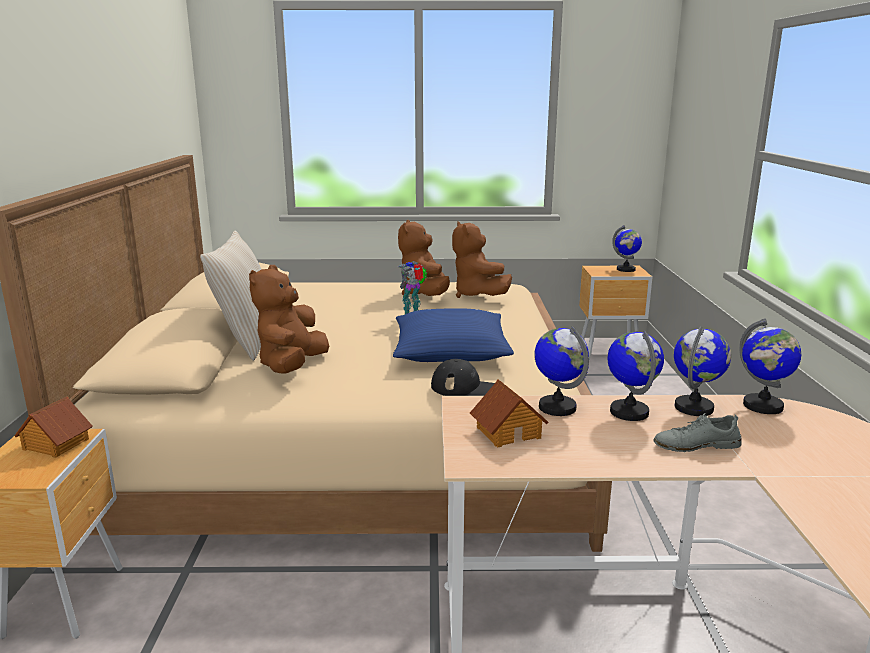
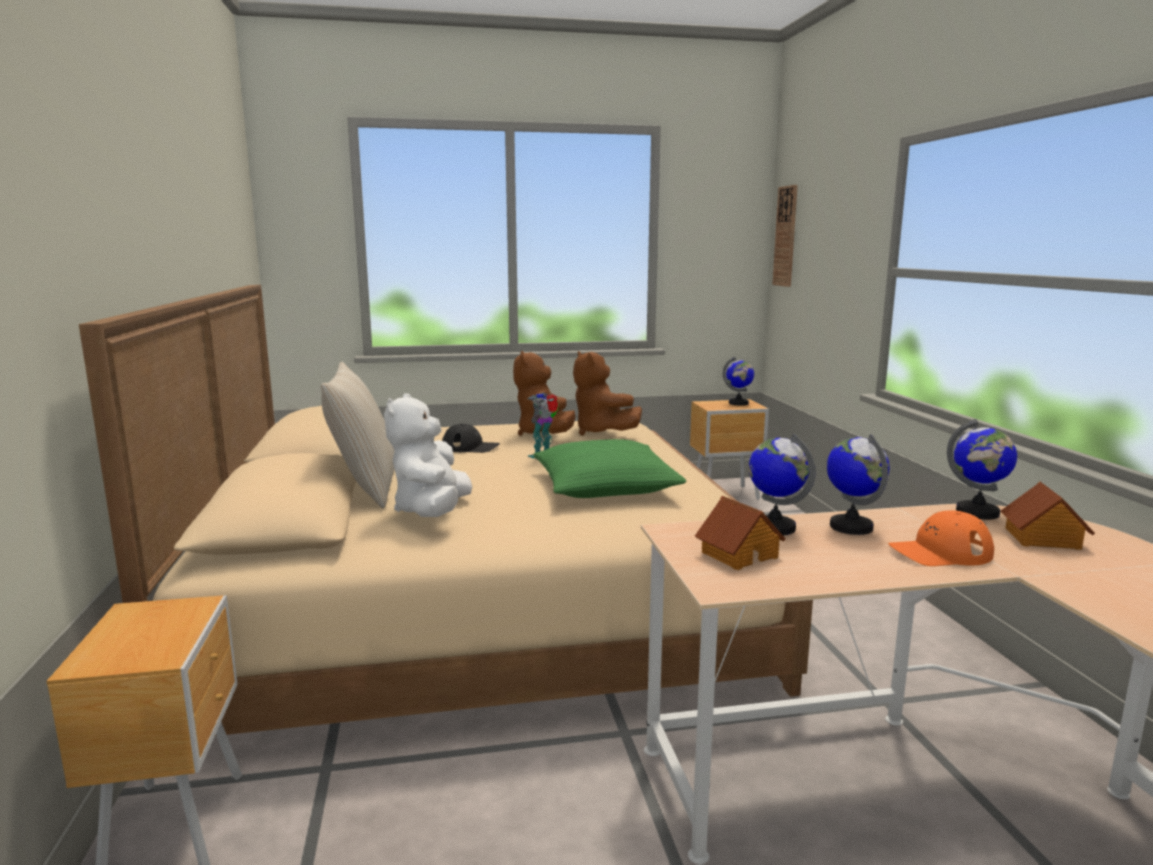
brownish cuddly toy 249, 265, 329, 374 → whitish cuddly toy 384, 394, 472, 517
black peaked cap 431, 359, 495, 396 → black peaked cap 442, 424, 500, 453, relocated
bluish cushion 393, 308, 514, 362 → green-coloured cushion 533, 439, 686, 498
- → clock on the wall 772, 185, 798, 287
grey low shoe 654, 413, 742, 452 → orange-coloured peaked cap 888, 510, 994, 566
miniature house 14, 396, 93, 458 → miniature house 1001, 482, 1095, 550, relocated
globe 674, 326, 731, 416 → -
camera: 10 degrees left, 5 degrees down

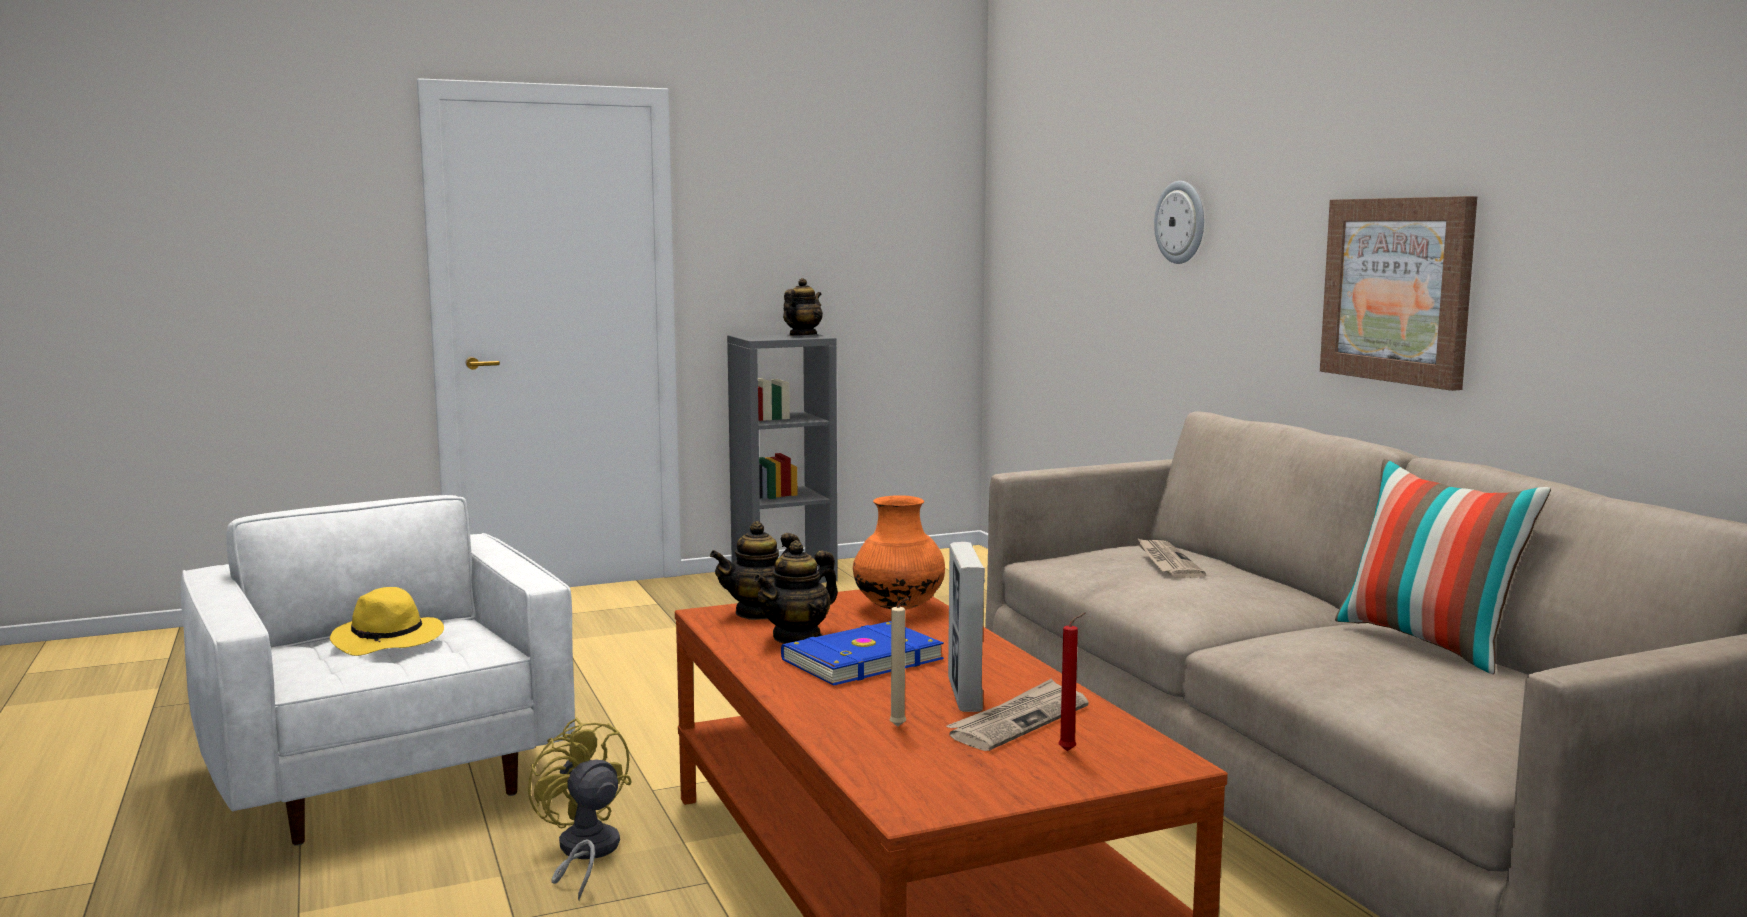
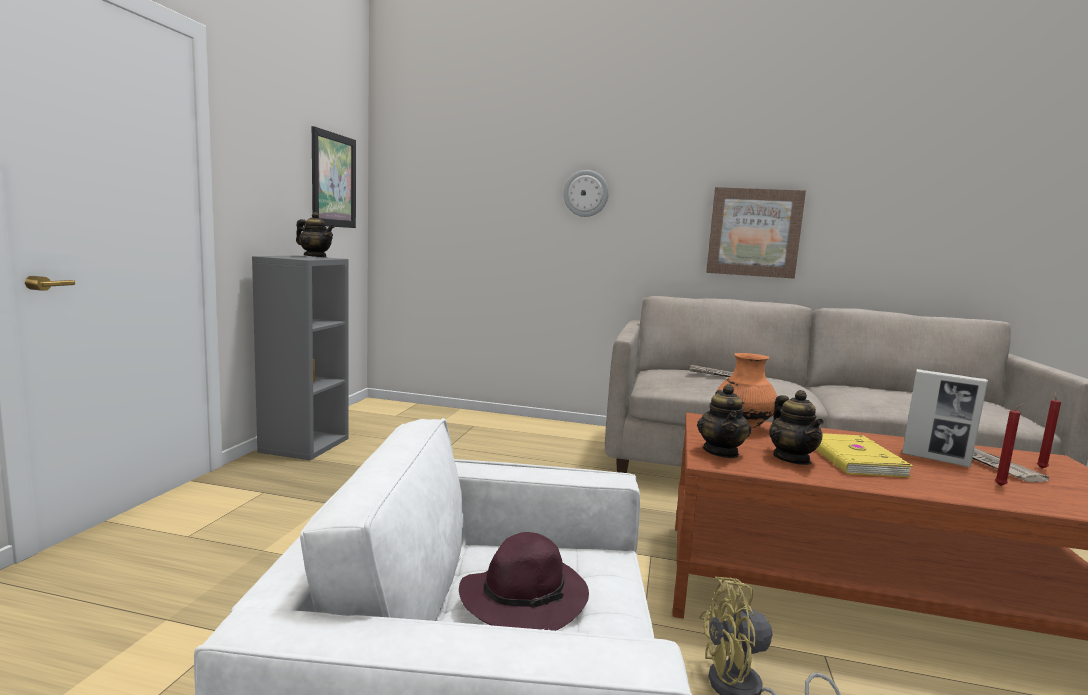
tea pot 783, 278, 823, 336 → tea pot 296, 212, 335, 258, 135 degrees clockwise
- → picture 312, 126, 356, 228
yellowish clothing hat 330, 587, 444, 656 → purple clothing hat 459, 532, 589, 631
bluish volume 781, 621, 944, 686 → yellowish volume 815, 433, 913, 478
beige-coloured candle 890, 598, 909, 727 → red candle 995, 403, 1025, 486
cushion 1335, 459, 1551, 674 → -
camera: 55 degrees left, 0 degrees up

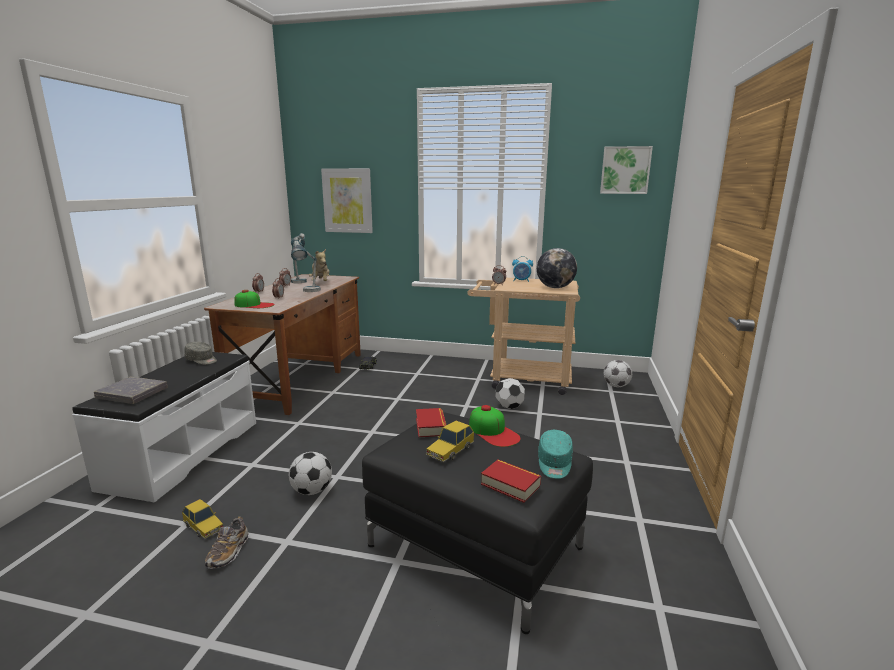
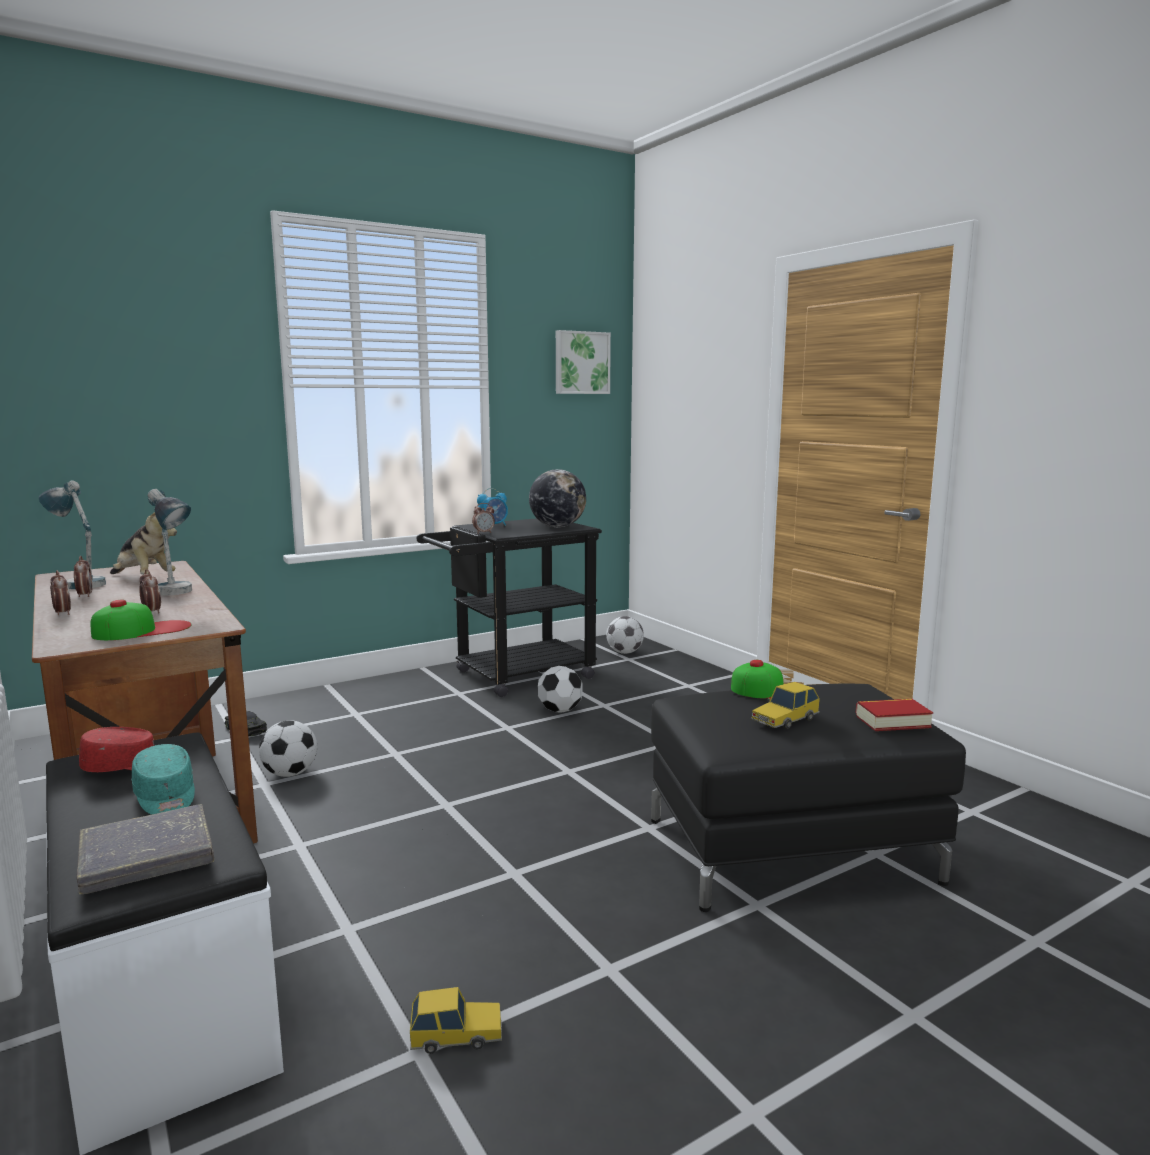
grey peaked cap 184, 342, 217, 365 → red peaked cap 79, 727, 154, 772
blue-green peaked cap 538, 430, 573, 479 → blue-green peaked cap 132, 744, 195, 815, relocated
football ball 289, 452, 332, 495 → football ball 259, 720, 317, 777, relocated
beige-coloured cart 467, 278, 580, 395 → black cart 416, 518, 602, 697
model car 426, 421, 474, 462 → model car 751, 682, 820, 729, 60 degrees clockwise
low shoe 205, 517, 249, 569 → -
picture 321, 168, 373, 233 → -
volume 416, 408, 446, 437 → -
camera: 45 degrees left, 5 degrees down

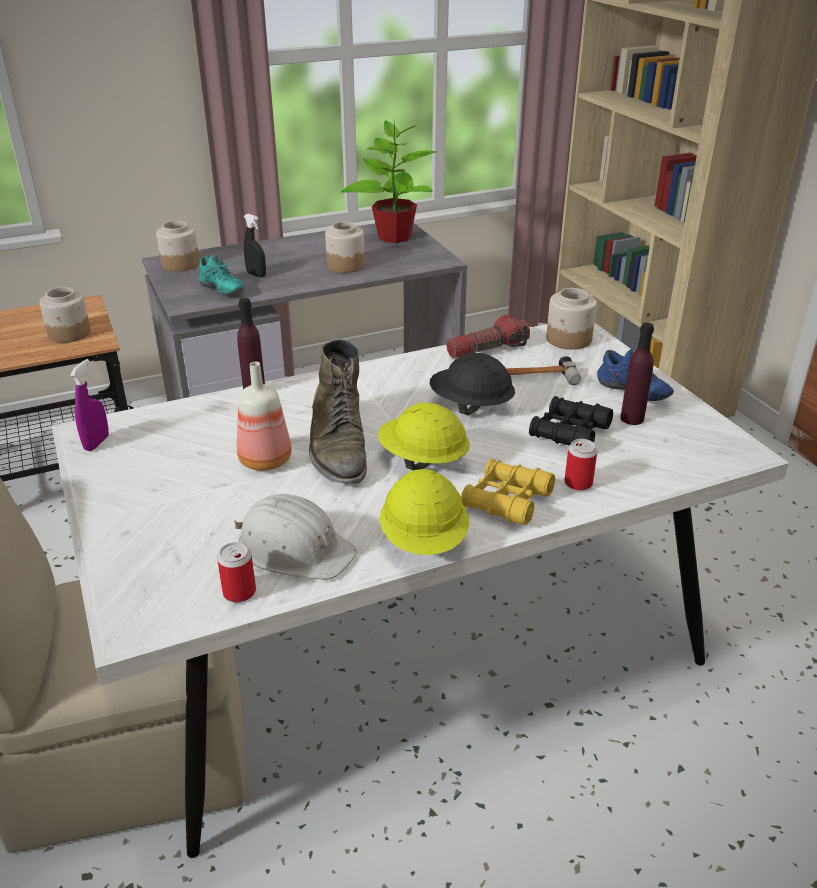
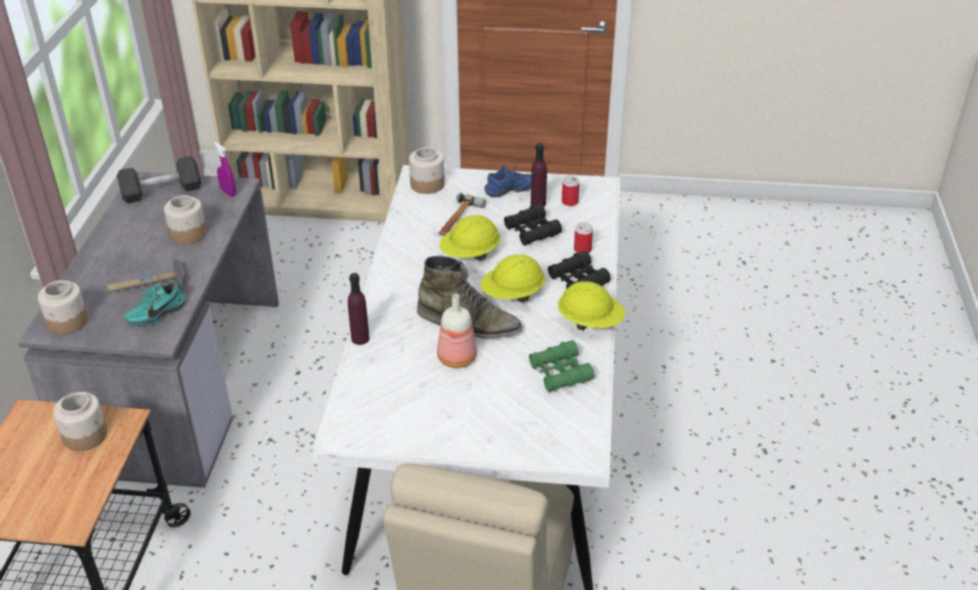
black spray bottle 244, 214, 266, 277 → hammer 107, 259, 185, 292
plant in a pot 341, 118, 437, 243 → grey hand weight 117, 156, 201, 204
blue-green low shoe 199, 255, 244, 295 → blue-green low shoe 124, 280, 185, 326, 150 degrees clockwise
purple spray bottle 70, 359, 109, 451 → purple spray bottle 214, 142, 236, 197, relocated
black work helmet 430, 352, 515, 415 → yellowish work helmet 440, 215, 501, 261
whitish work helmet 234, 494, 357, 580 → green-coloured field glasses 529, 340, 594, 392
yellowish field glasses 461, 459, 555, 525 → black field glasses 548, 251, 611, 289
sealed can 217, 542, 256, 602 → sealed can 562, 175, 580, 206, relocated
torch 446, 315, 530, 358 → -
camera: 60 degrees left, 5 degrees up

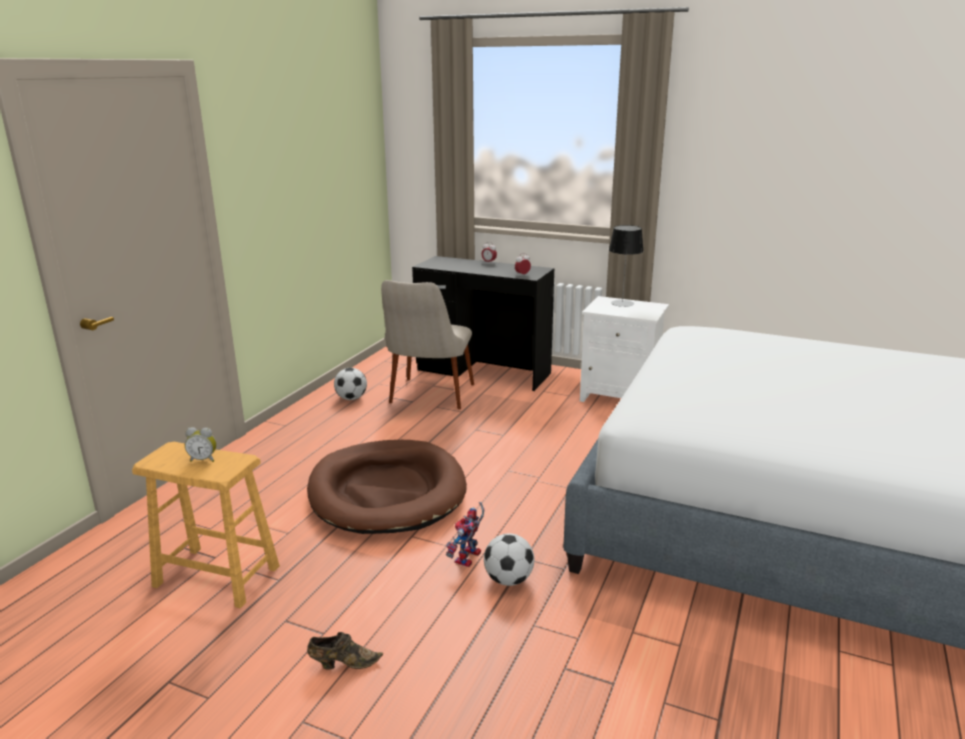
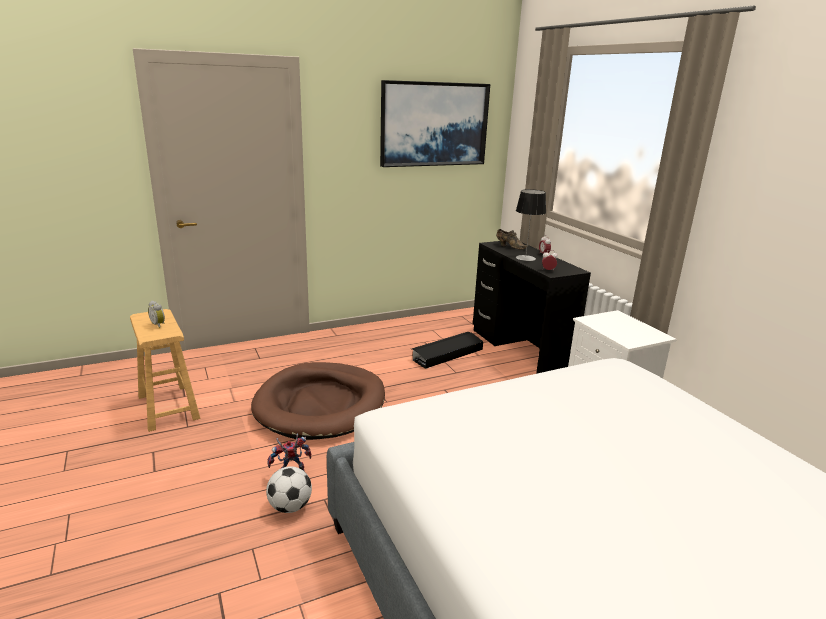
- → picture 380, 80, 490, 167
beige-coloured plain chair 381, 280, 474, 409 → black storage box 412, 332, 483, 369
brownish low shoe 307, 632, 383, 670 → brownish low shoe 496, 229, 528, 249, relocated
lamp for a table 609, 225, 643, 307 → lamp for a table 516, 189, 546, 261, relocated
football ball 334, 368, 367, 400 → -
camera: 40 degrees right, 0 degrees up

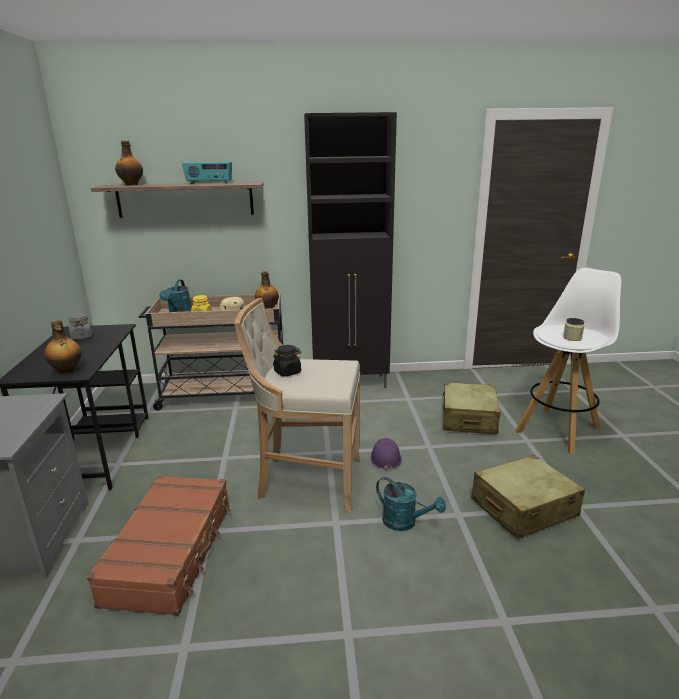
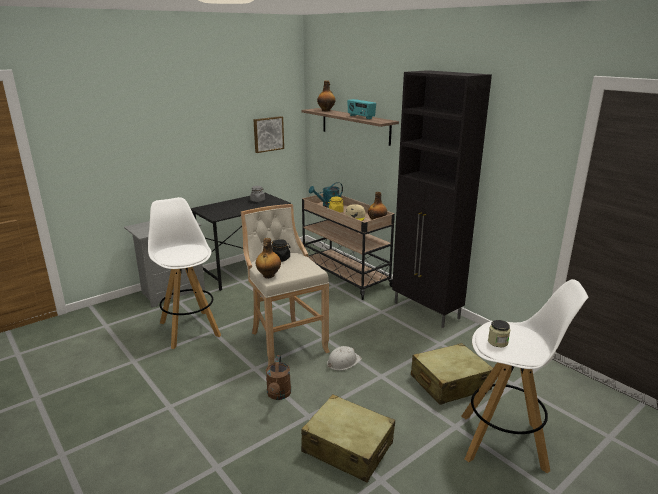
brownish piece of luggage 87, 475, 231, 616 → whitish sitting stool 148, 197, 221, 349
- → picture 253, 116, 284, 153
bottle 44, 320, 82, 374 → bottle 256, 238, 281, 278, relocated
blue-green watering pot 376, 477, 446, 531 → brownish watering pot 266, 355, 291, 400
purple work helmet 370, 438, 402, 471 → whitish work helmet 327, 346, 362, 371
camera: 55 degrees right, 0 degrees up

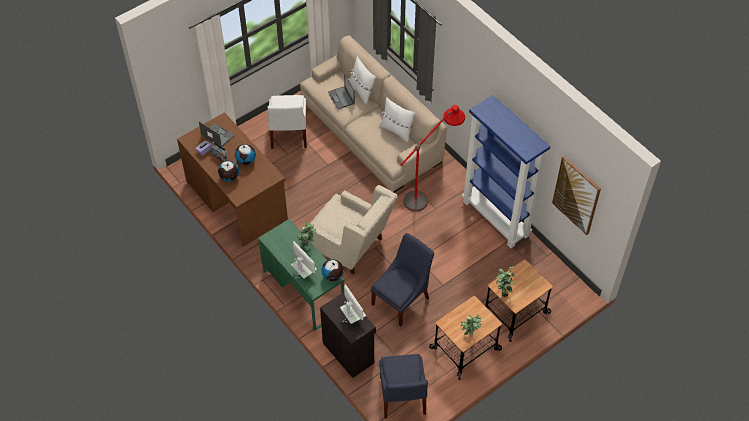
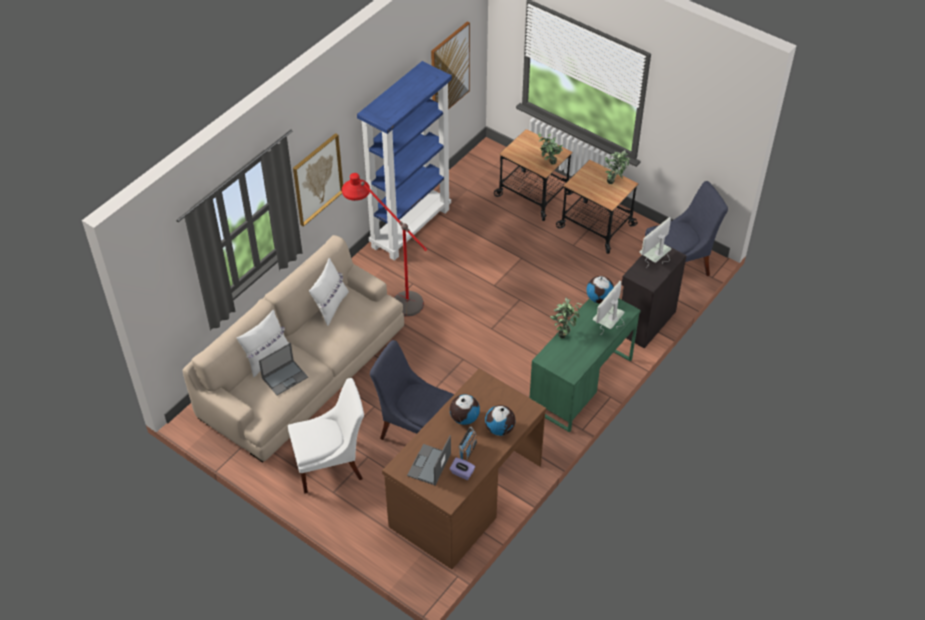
- → picture 293, 133, 343, 227
bluish plain chair 371, 233, 434, 326 → bluish plain chair 370, 340, 454, 440, relocated
beige-coloured lounge chair 309, 185, 398, 275 → -
camera: 105 degrees left, 5 degrees down

